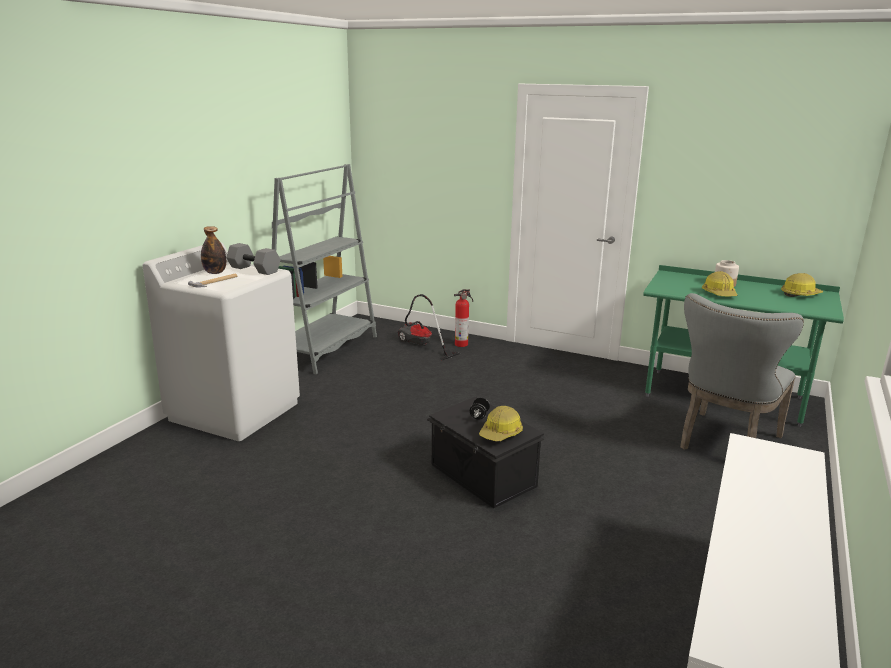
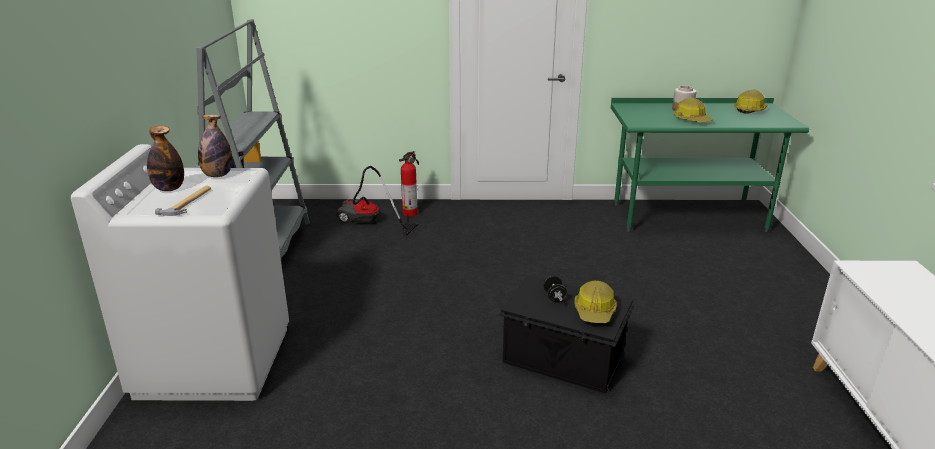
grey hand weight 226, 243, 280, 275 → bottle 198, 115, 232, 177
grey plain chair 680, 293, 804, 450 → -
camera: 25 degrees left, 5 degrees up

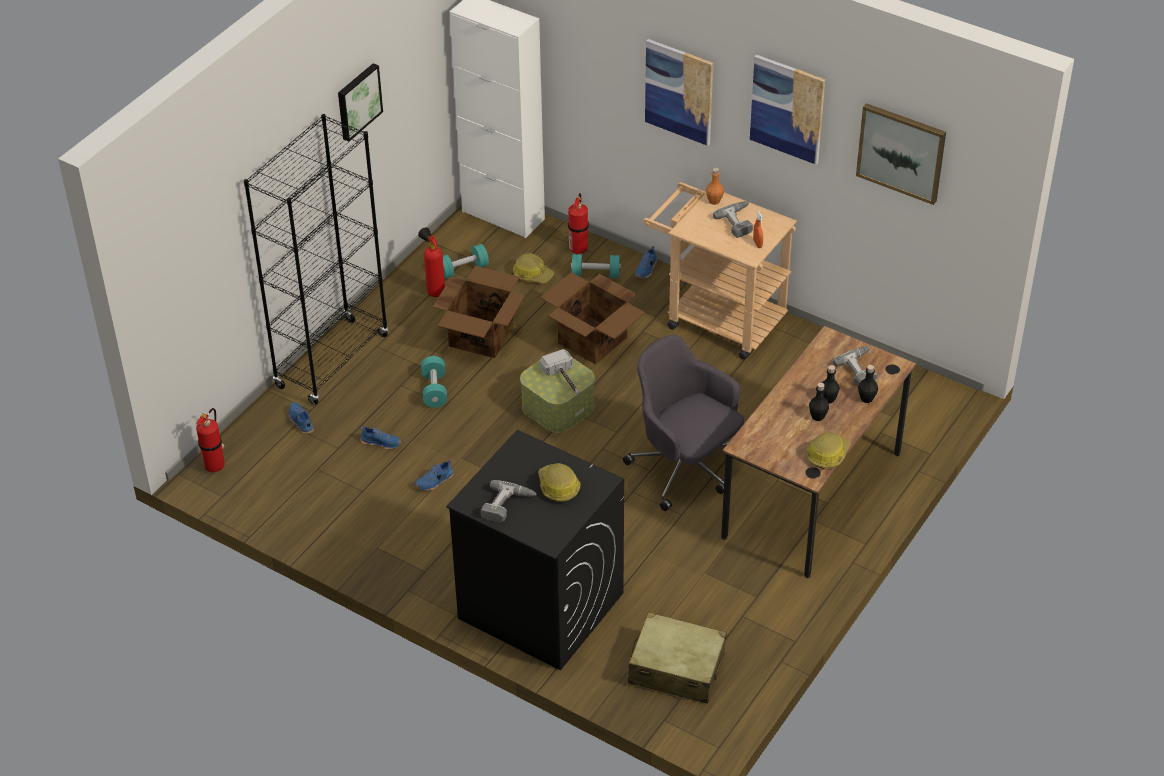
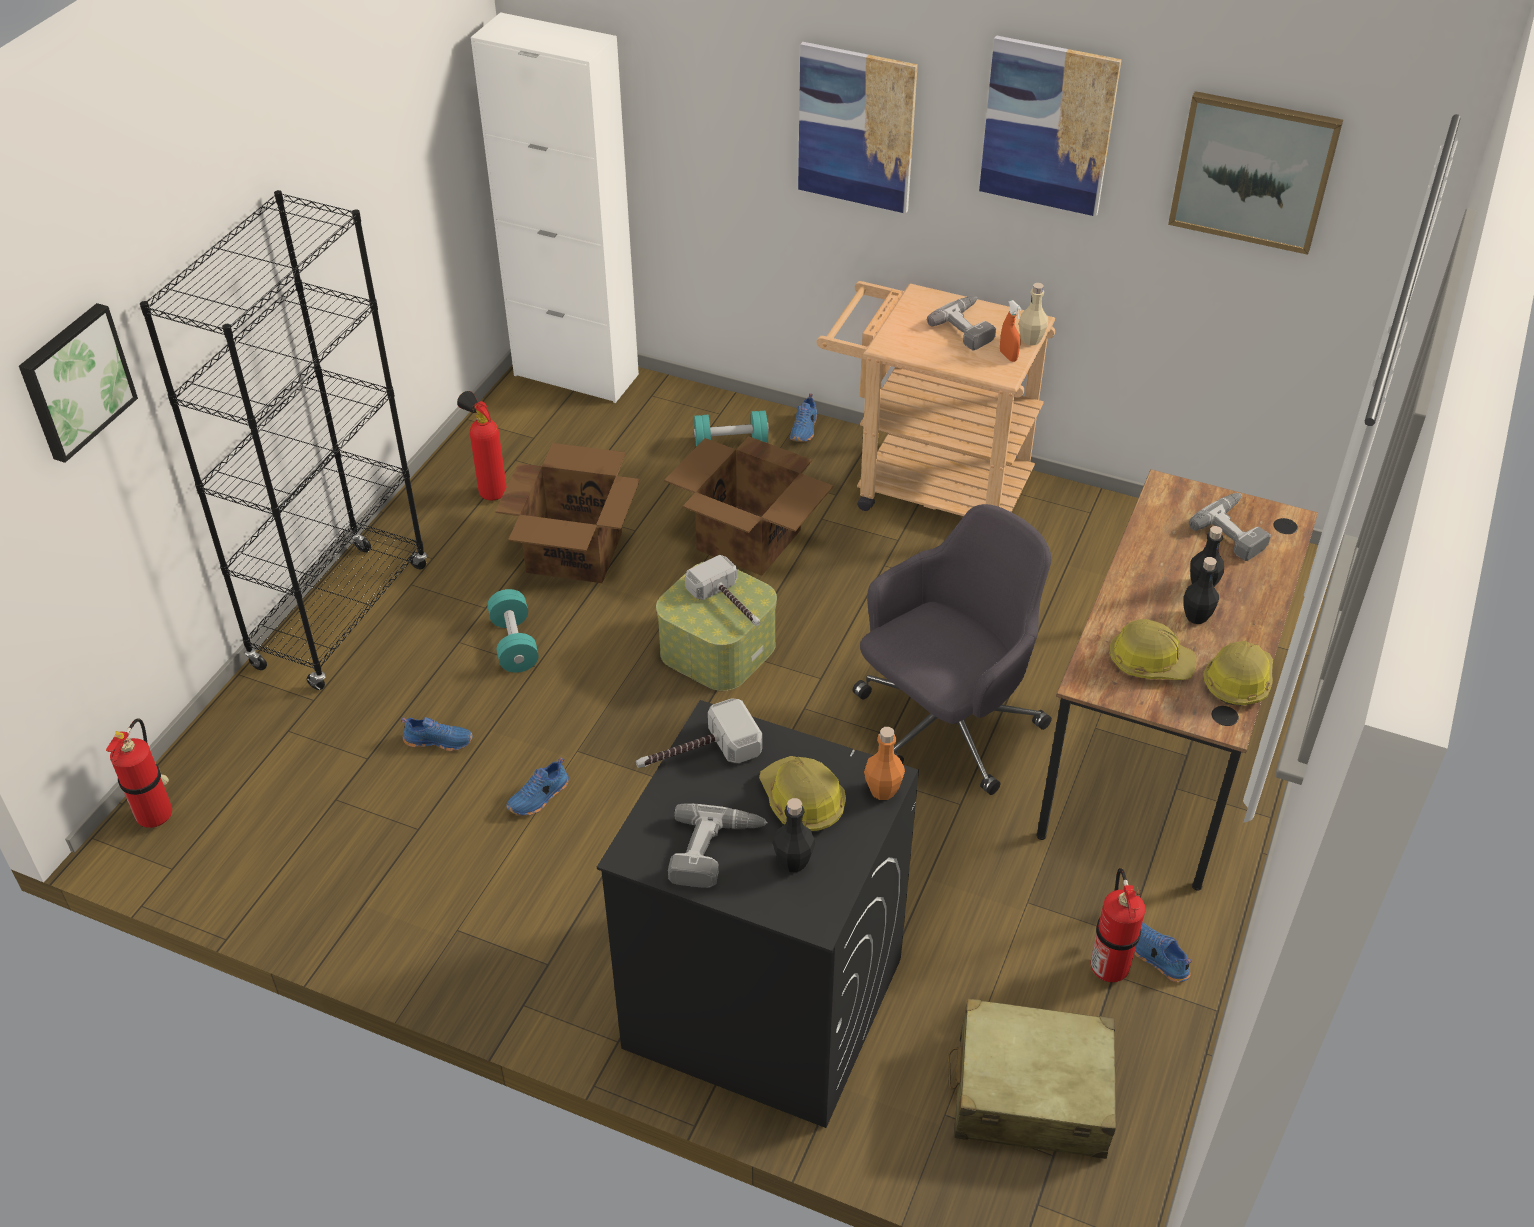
picture 338, 63, 383, 142 → picture 19, 303, 138, 463, relocated
- → hammer 636, 698, 762, 768
black bottle 858, 365, 878, 403 → black bottle 773, 798, 815, 872, relocated
grey computer chair 623, 335, 744, 511 → grey computer chair 853, 504, 1052, 795, 105 degrees clockwise
orange-coloured bottle 706, 168, 724, 205 → orange-coloured bottle 864, 727, 905, 800, relocated
- → beige-coloured bottle 1019, 283, 1048, 345
extinguisher 568, 193, 589, 254 → extinguisher 1090, 868, 1145, 982, relocated
work helmet 513, 253, 554, 283 → work helmet 1109, 619, 1196, 680, relocated
bluish low shoe 289, 402, 314, 434 → bluish low shoe 1134, 922, 1192, 982, relocated
blue-green hand weight 443, 244, 489, 279 → -
camera: 10 degrees left, 0 degrees up

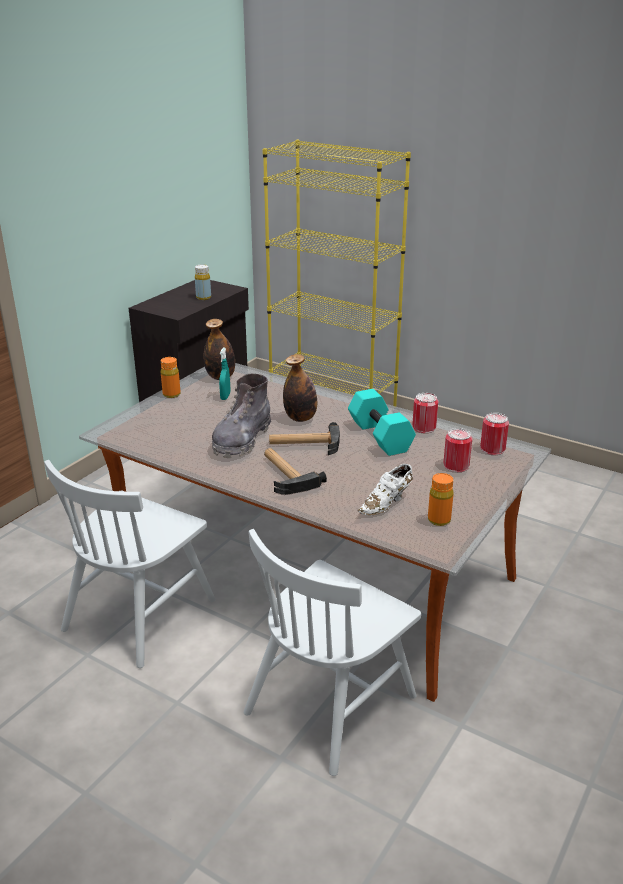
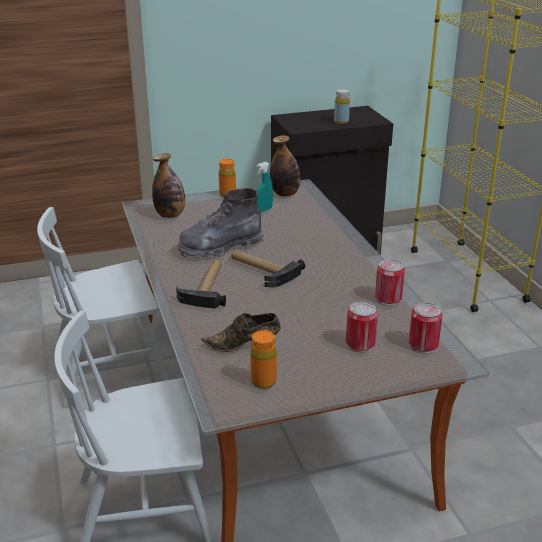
bottle 283, 354, 317, 422 → bottle 152, 153, 185, 218, relocated
whitish low shoe 358, 464, 413, 516 → brownish low shoe 201, 313, 281, 352
blue-green hand weight 348, 389, 416, 456 → -
camera: 40 degrees right, 0 degrees up

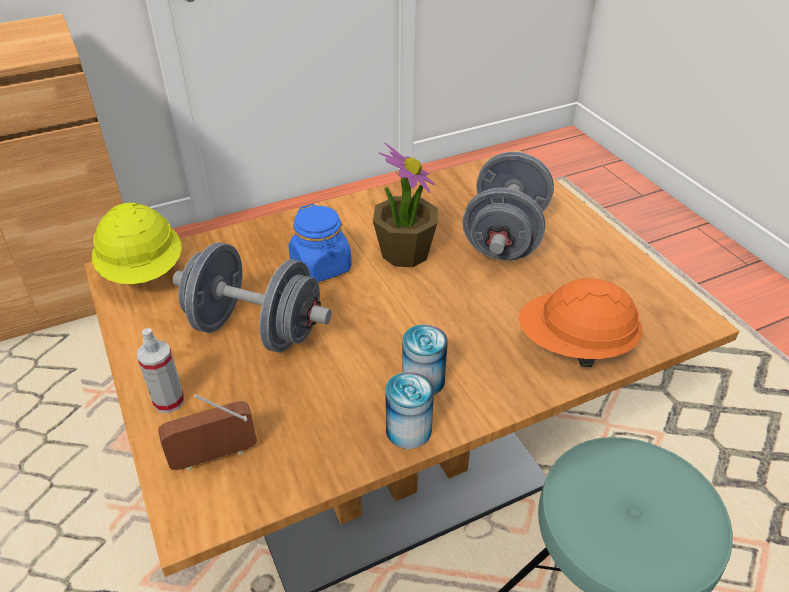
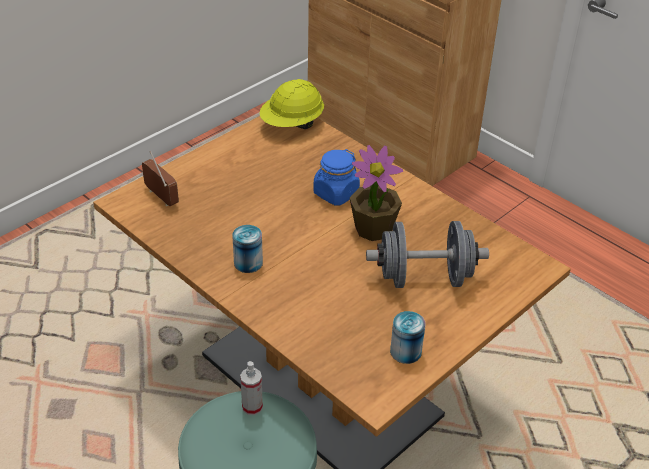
spray bottle 137, 328, 184, 413 → spray bottle 240, 361, 263, 415, relocated
sealed can 385, 372, 434, 449 → sealed can 390, 311, 426, 364, relocated
grey hand weight 173, 242, 332, 353 → -
orange-coloured work helmet 519, 278, 642, 367 → -
camera: 70 degrees right, 0 degrees up

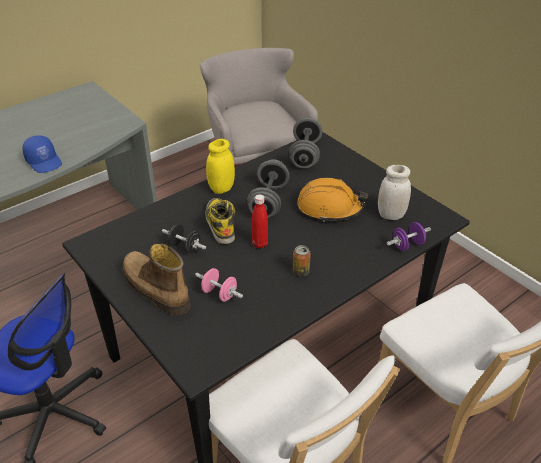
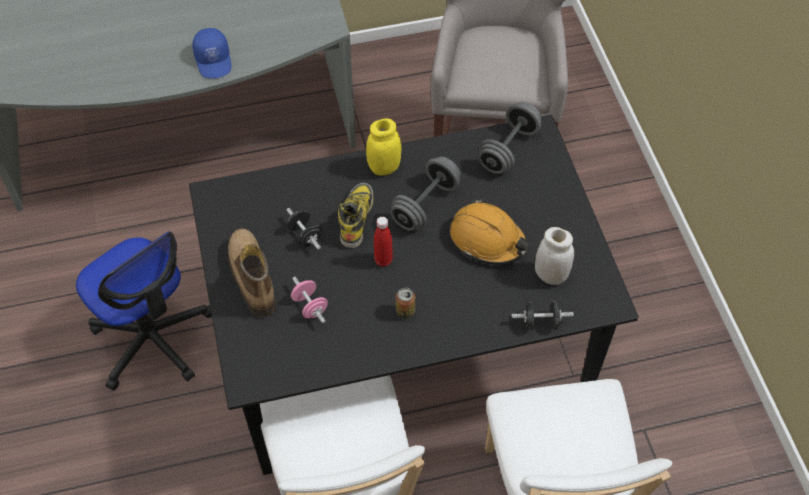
purple hand weight 387, 222, 431, 251 → black hand weight 511, 301, 574, 330
camera: 25 degrees right, 15 degrees up

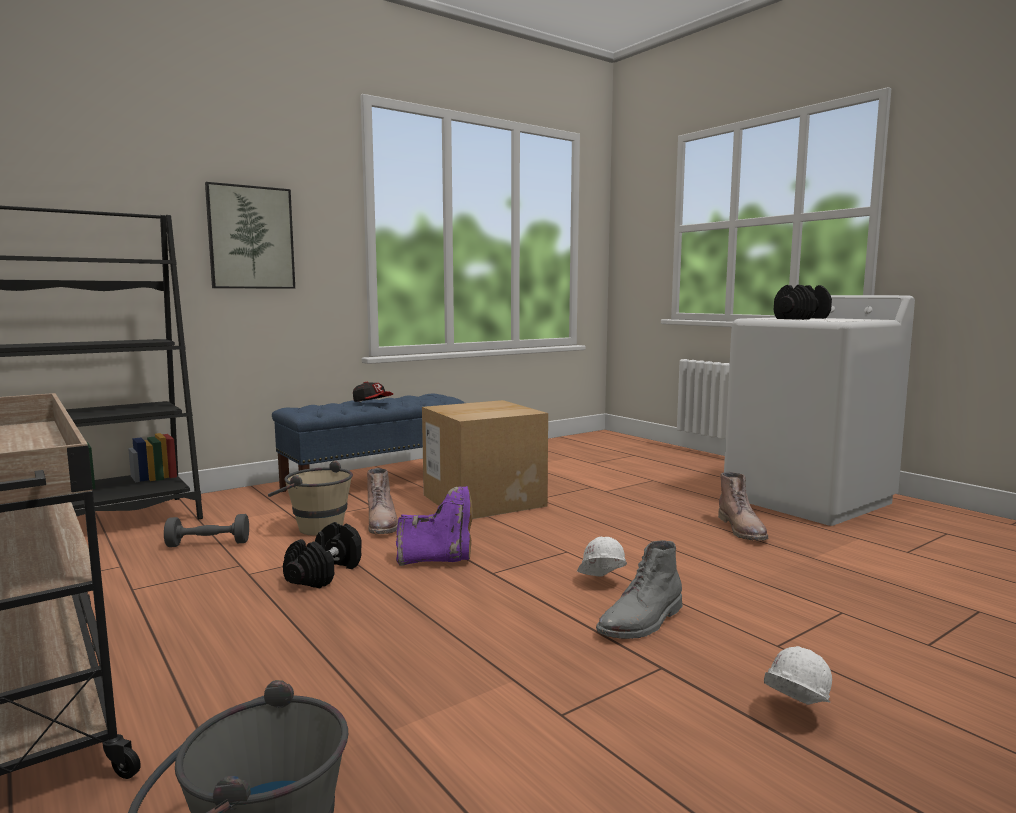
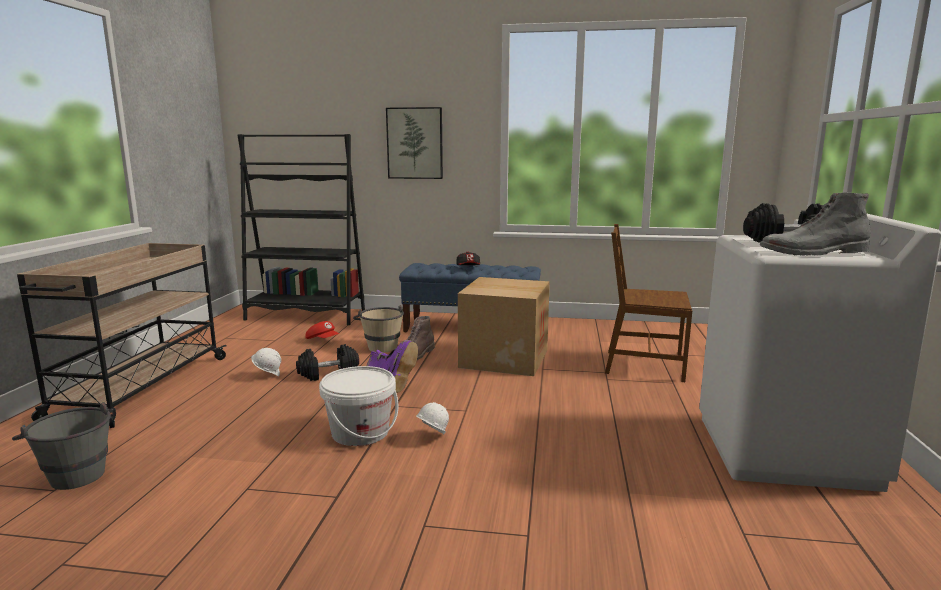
whitish work helmet 764, 646, 832, 705 → whitish work helmet 251, 348, 281, 377, relocated
grey hand weight 164, 514, 249, 547 → red peaked cap 305, 321, 339, 339
- → whitish pail 319, 366, 398, 446
- → brownish plain chair 605, 224, 692, 382
grey high-top boot 596, 540, 683, 639 → grey high-top boot 760, 192, 871, 256, relocated
brownish high-top boot 718, 472, 768, 541 → -
camera: 45 degrees right, 5 degrees up

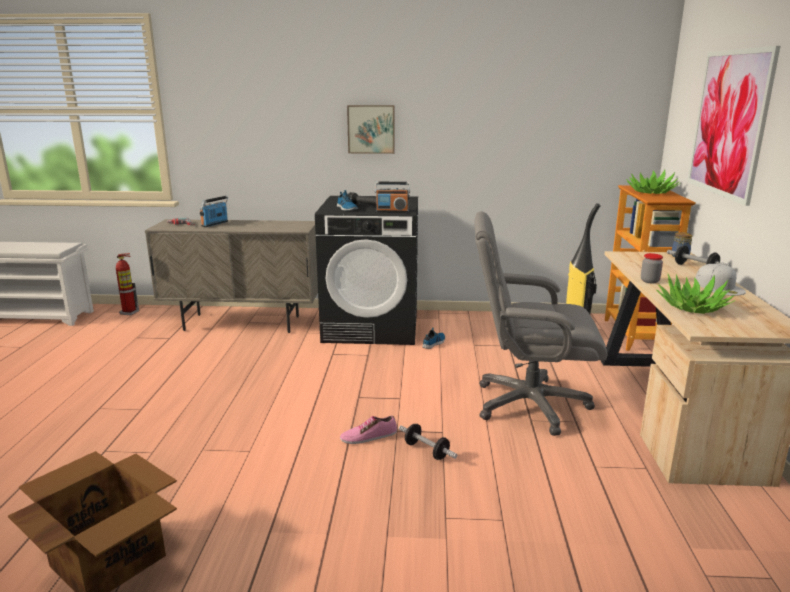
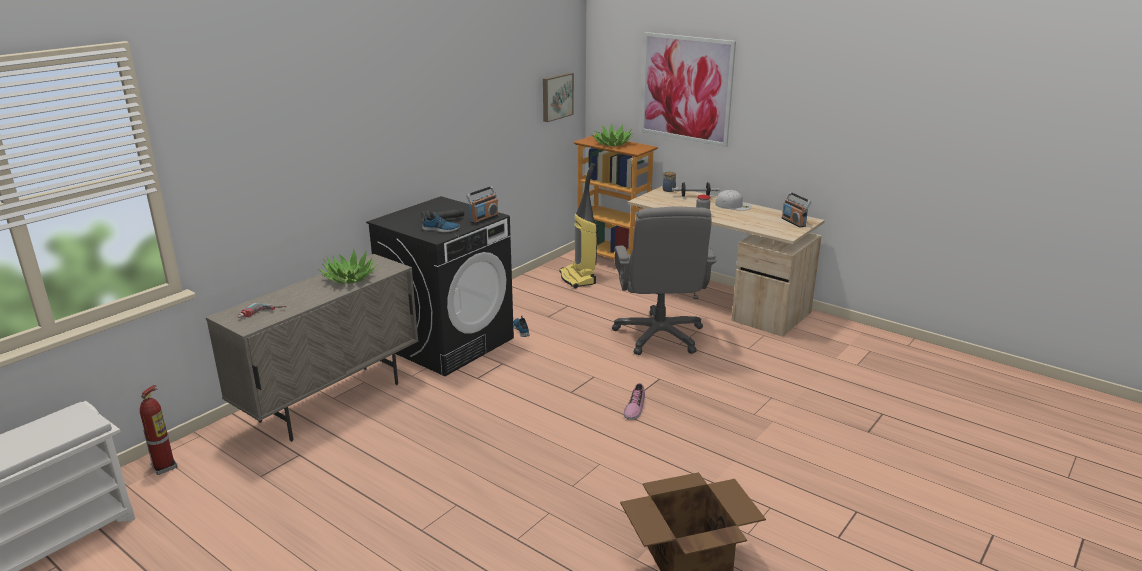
plant in a pot 656, 274, 735, 314 → plant in a pot 318, 248, 378, 284, relocated
picture 347, 105, 395, 154 → picture 543, 73, 574, 122, relocated
grey computer chair 474, 211, 608, 436 → grey computer chair 612, 206, 716, 355, 45 degrees counterclockwise
radio set 200, 196, 228, 227 → radio set 782, 192, 811, 227, relocated
hand weight 399, 424, 457, 460 → -
camera: 55 degrees left, 5 degrees up

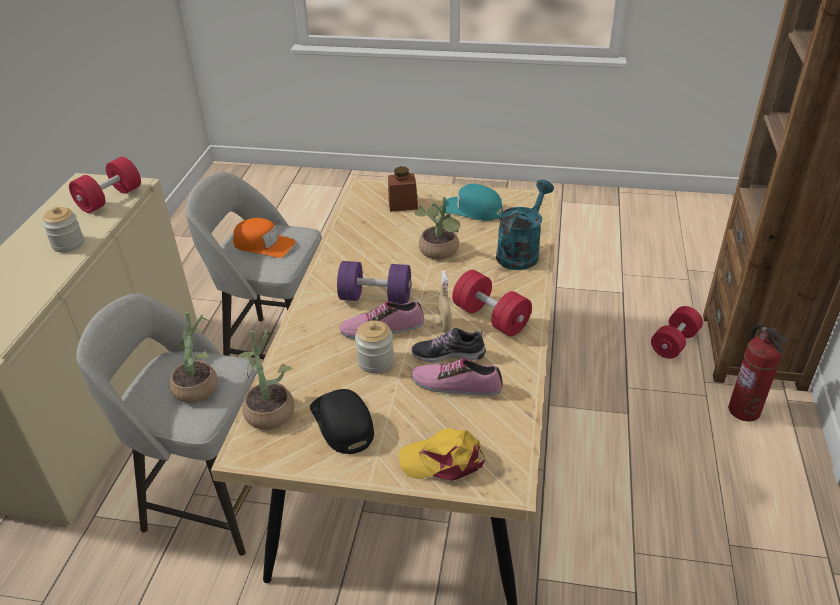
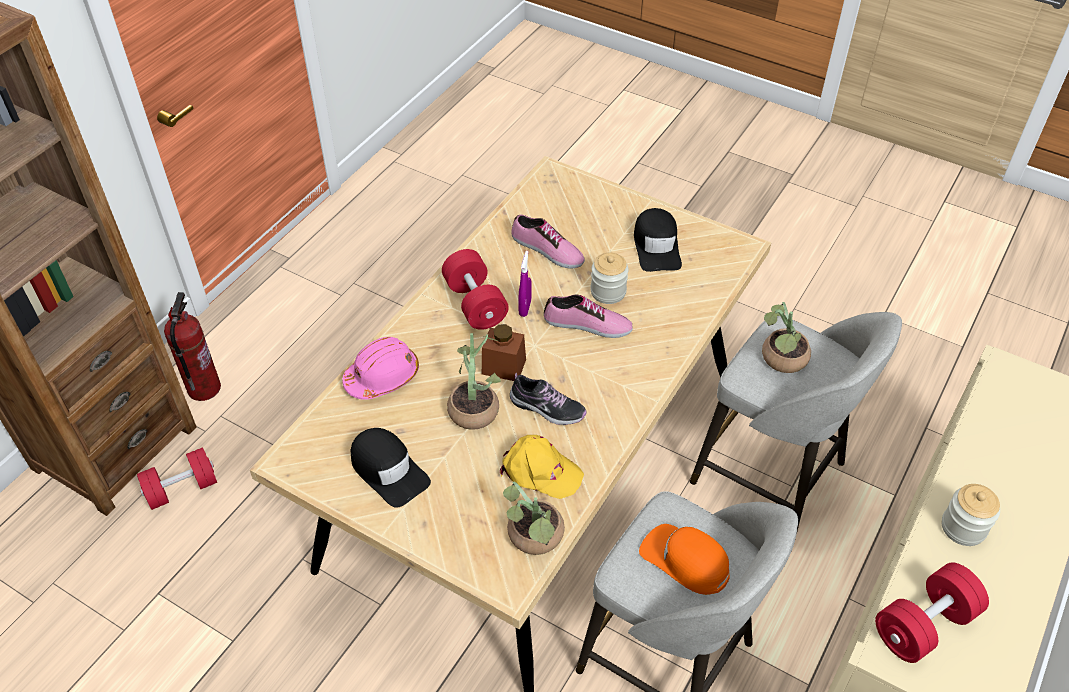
blue-green watering pot 496, 180, 554, 270 → pink work helmet 342, 337, 419, 400
blue-green peaked cap 440, 184, 503, 221 → black peaked cap 351, 428, 431, 508
brownish preserve jar 388, 166, 418, 212 → brownish preserve jar 482, 324, 526, 381, relocated
yellowish peaked cap 399, 428, 485, 481 → yellowish peaked cap 500, 435, 584, 499, relocated
plant in a pot 239, 328, 295, 430 → plant in a pot 503, 481, 565, 555, relocated
low shoe 411, 328, 486, 363 → low shoe 510, 373, 587, 425, relocated
beige-coloured spray bottle 439, 270, 451, 333 → purple spray bottle 518, 251, 532, 317
purple hand weight 337, 261, 411, 304 → -
camera: 160 degrees left, 10 degrees up

